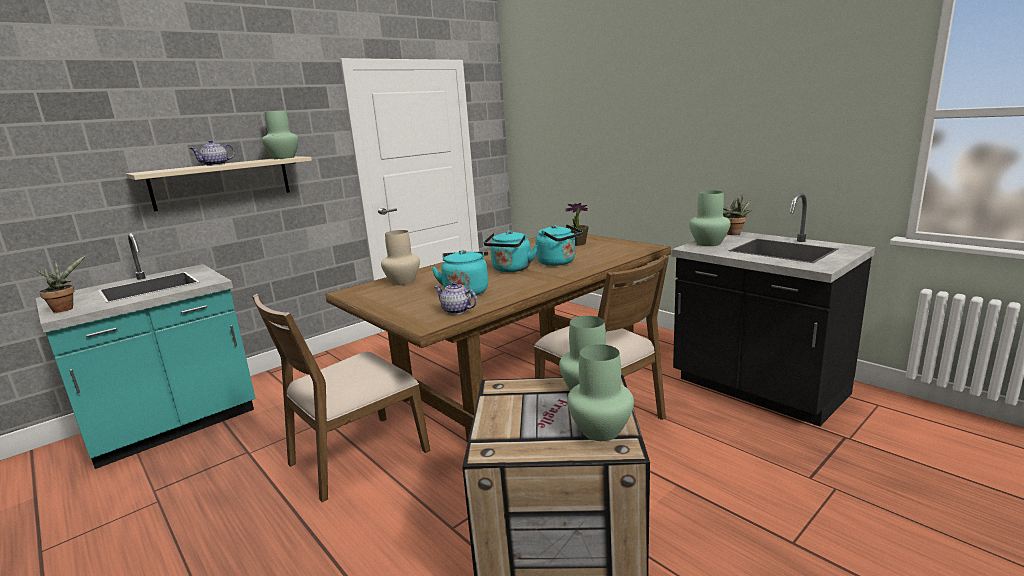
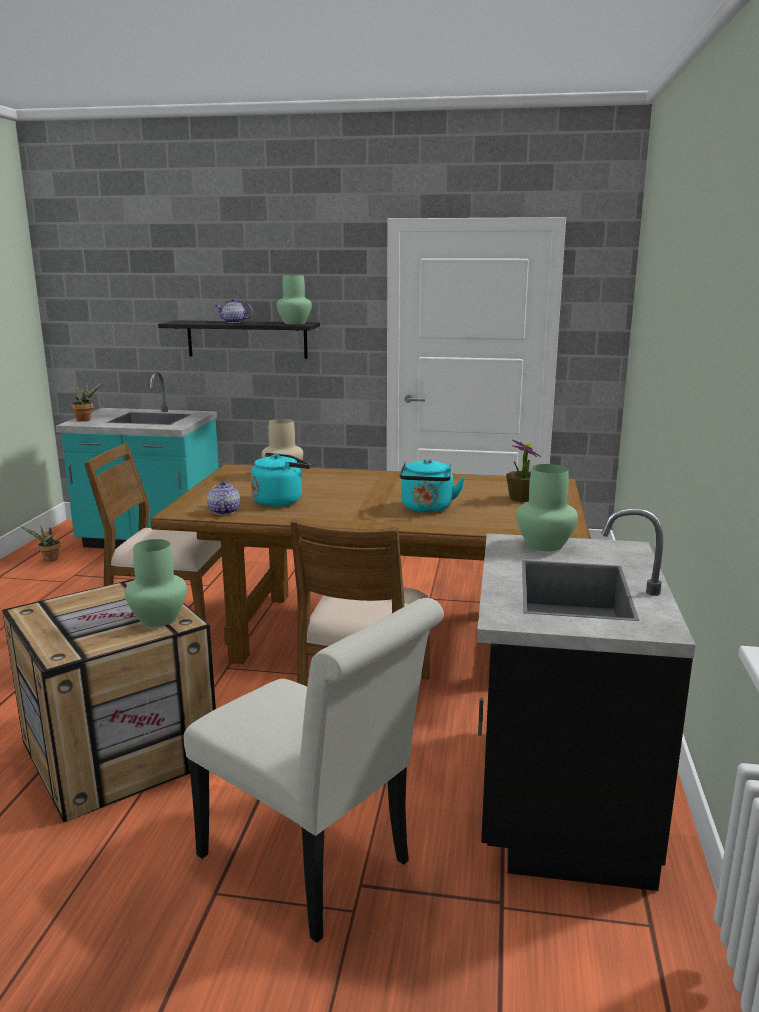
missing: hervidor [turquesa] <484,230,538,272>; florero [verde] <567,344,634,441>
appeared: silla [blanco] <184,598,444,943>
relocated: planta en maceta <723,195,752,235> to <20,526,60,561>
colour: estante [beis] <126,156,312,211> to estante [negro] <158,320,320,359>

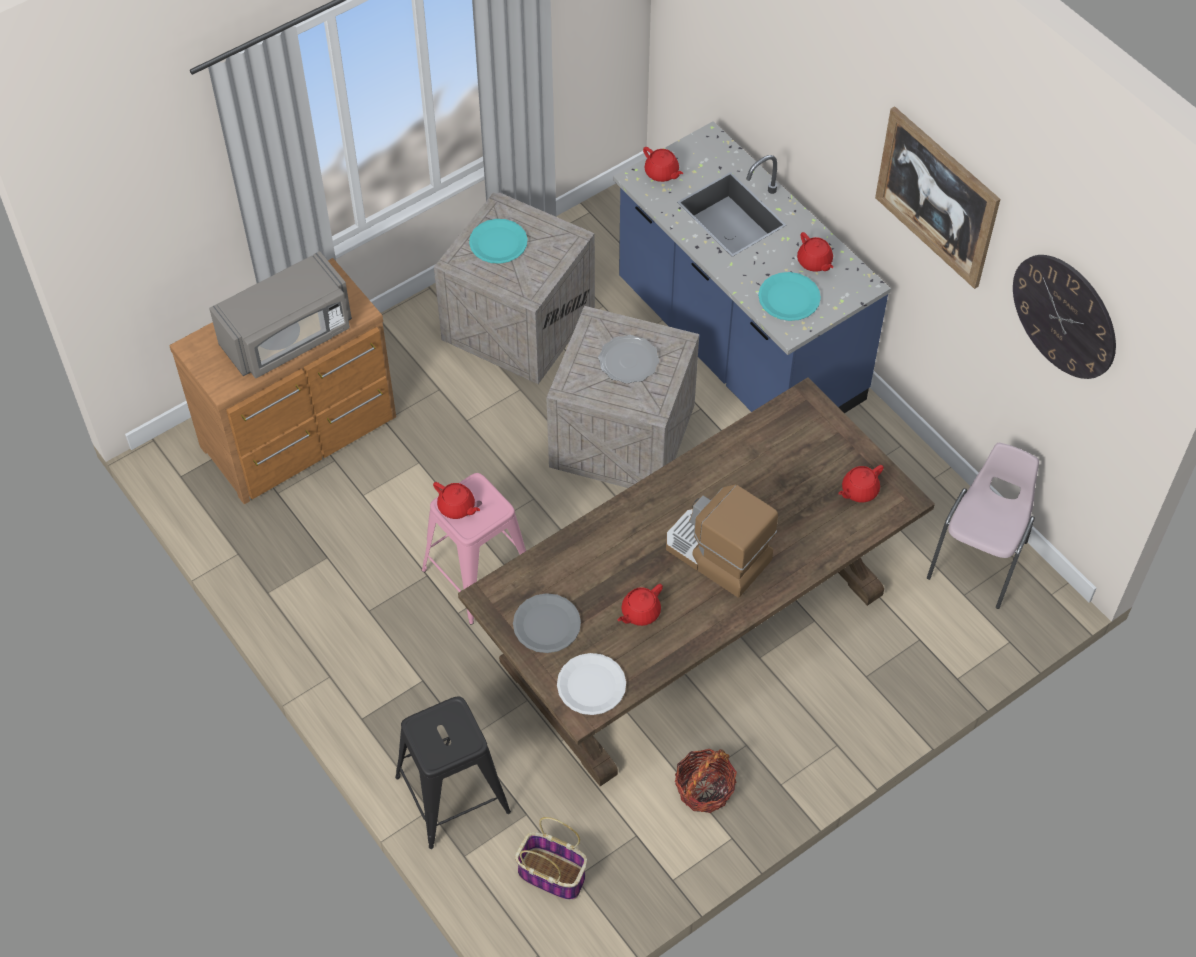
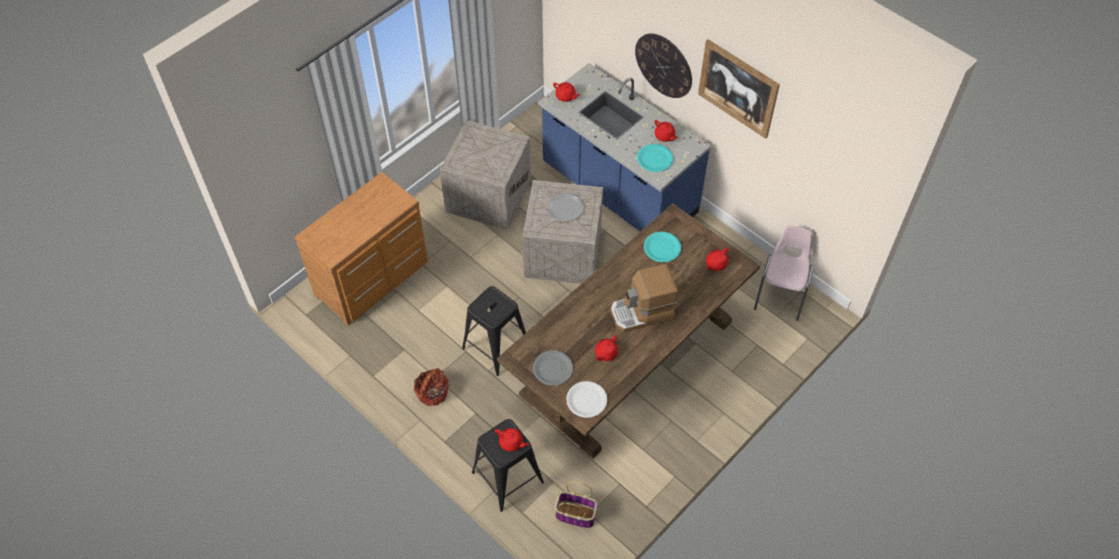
missing: microondas [gris] <209,251,352,378>
relocated: tetera [rojo] <433,482,480,519> to <495,428,529,452>; plato [turquesa] <469,219,528,264> to <644,232,681,262>; cesta <675,749,737,813> to <414,368,449,406>; reloj de pared <1013,255,1116,379> to <635,34,692,98>
colour: taburete [rosa] <422,473,526,625> to taburete [negro] <462,286,526,376>
spun: cafetera <666,484,778,597> = <610,264,678,332> 45 degrees counterclockwise

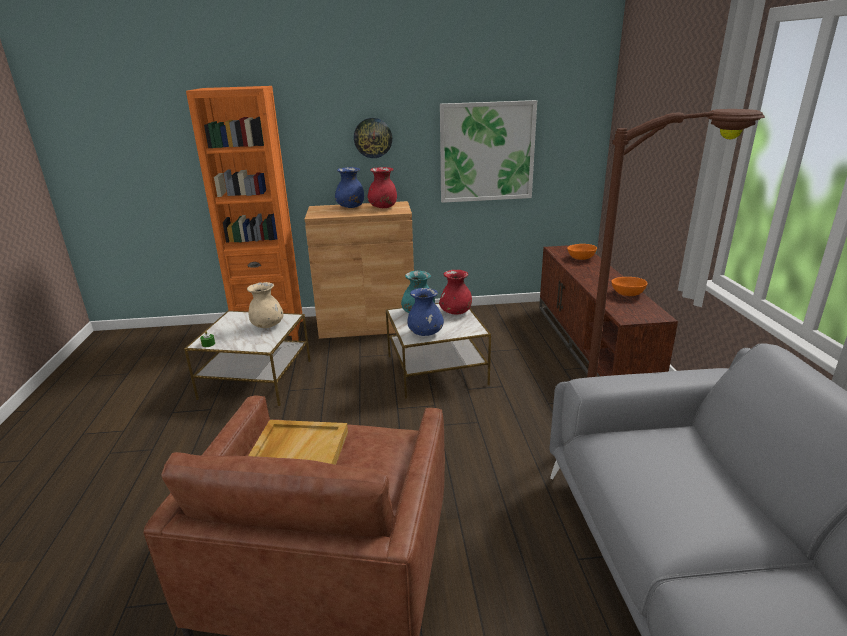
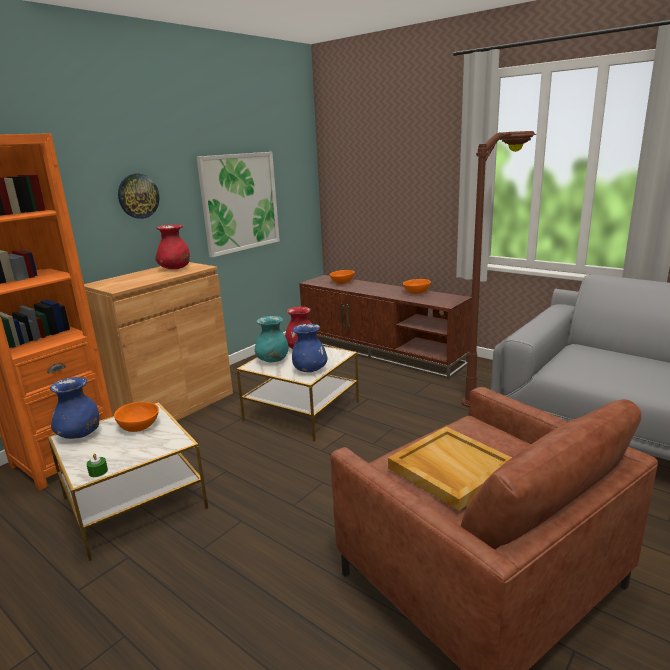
relocated: florero [azul] <335,167,364,208> to <50,377,99,439>
exchanged: florero [beis] <247,282,283,328> to cuenco [naranja] <114,402,159,432>

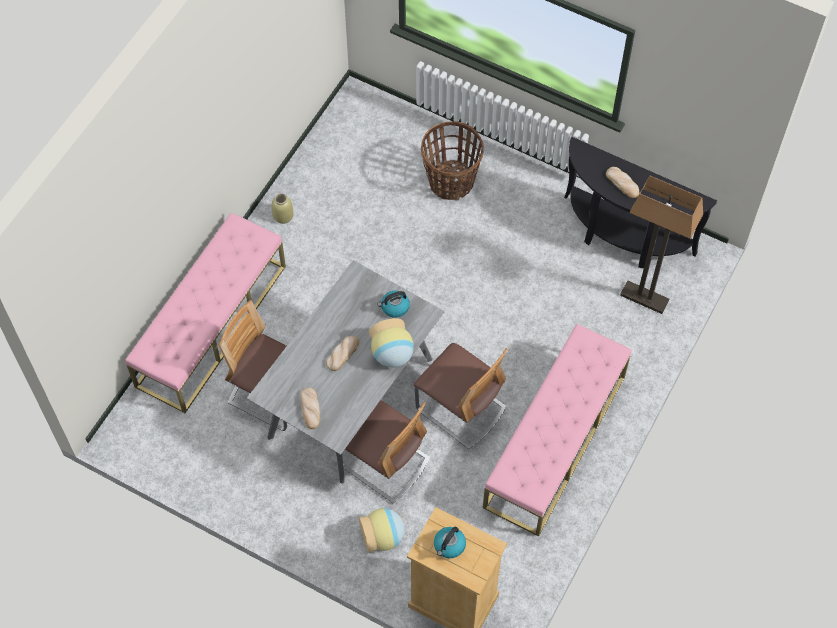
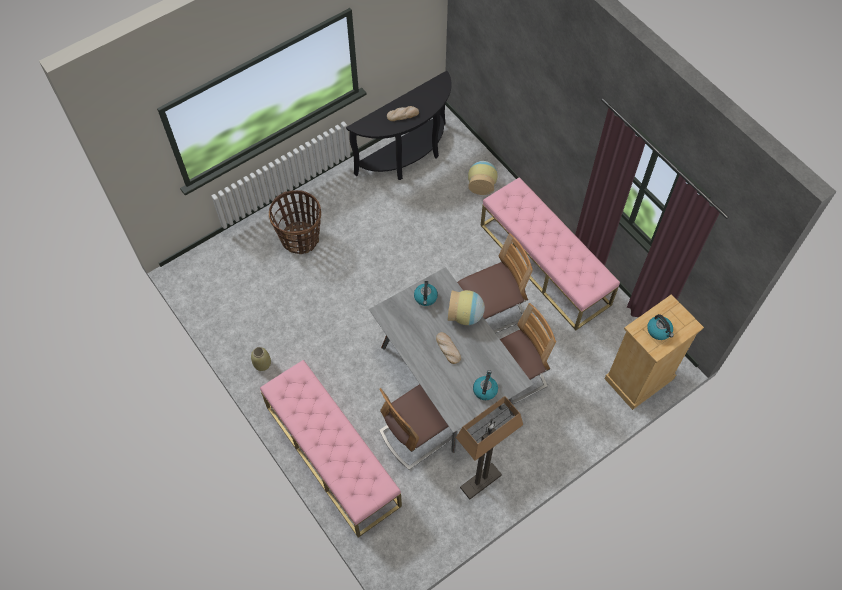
relocated: florero <359,508,405,553> to <468,161,498,195>; lámpara de pie <620,176,703,314> to <456,396,523,500>
exchanged: pan <300,387,320,429> to hervidor <473,370,498,400>

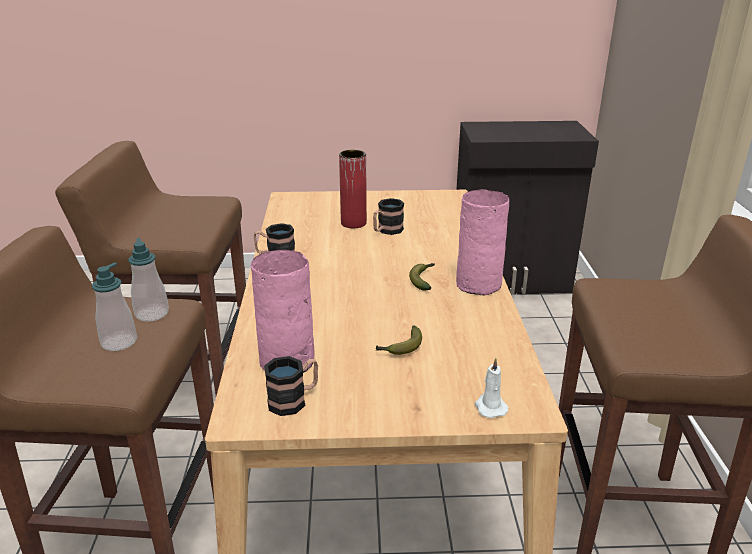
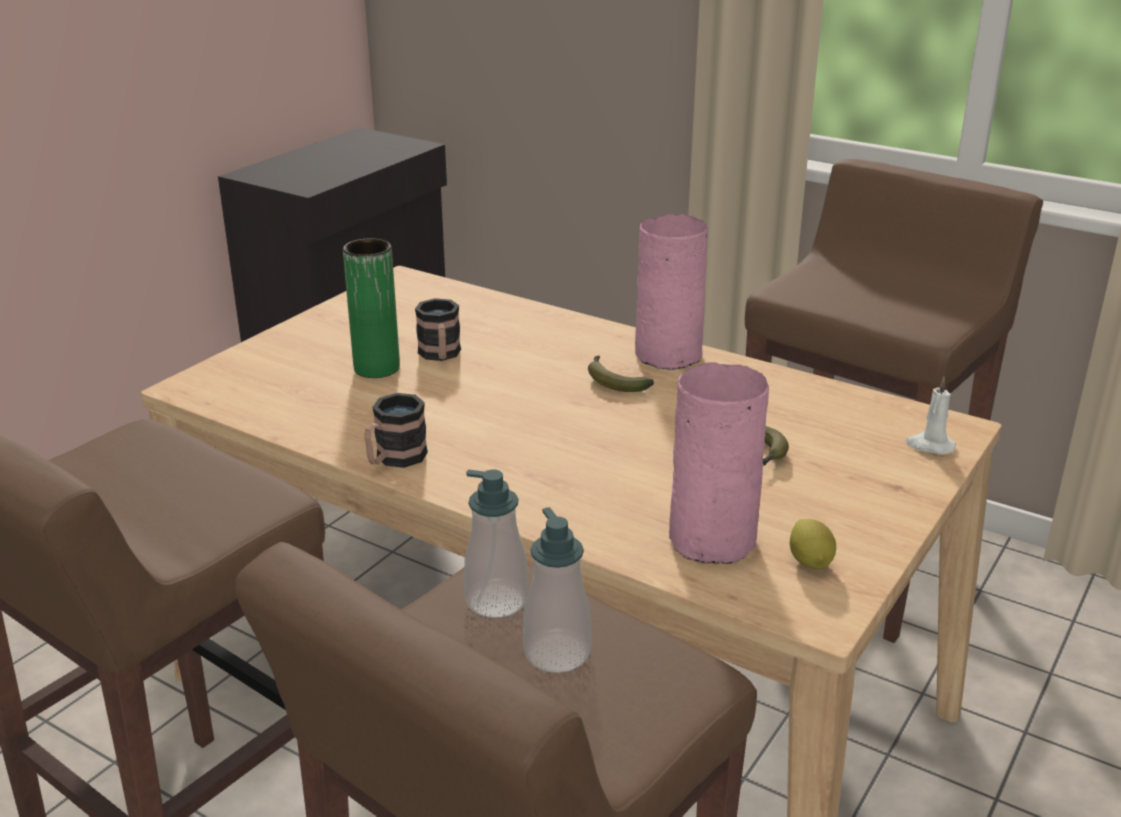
exchanged: taza grande <264,356,318,416> to limón <790,519,836,570>
colour: florero [rojo] <339,150,367,228> to florero [verde] <343,238,400,378>

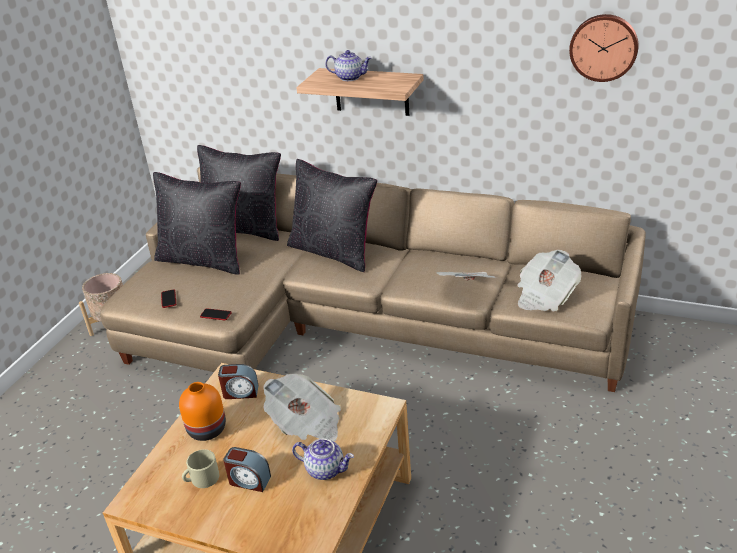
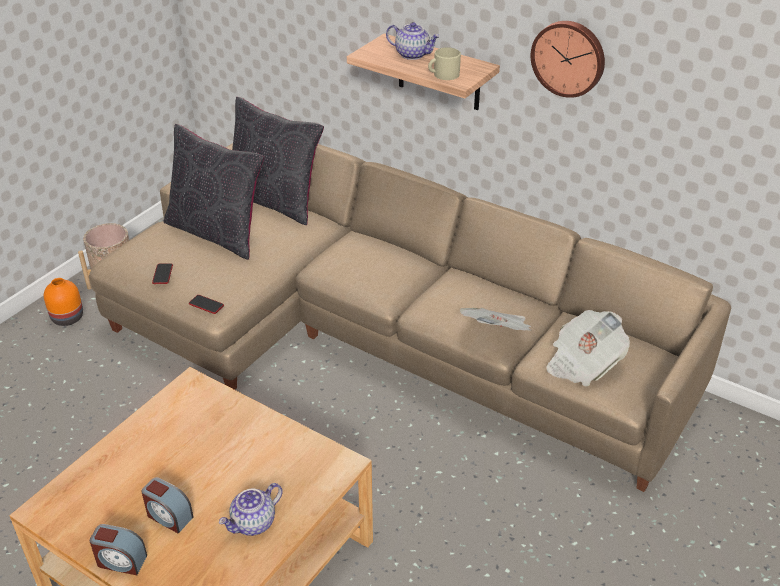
missing: periódico <263,374,341,442>; cojín [negro] <287,159,377,272>
relocated: florero [naranja] <179,382,226,441> to <44,278,83,326>; taza grande [beis] <182,449,219,488> to <428,47,461,80>; despertador <218,364,259,399> to <90,524,147,575>; reloj de pared <569,14,639,82> to <531,21,605,98>
spun: tetera <292,439,354,480> = <218,483,283,536> 105 degrees clockwise

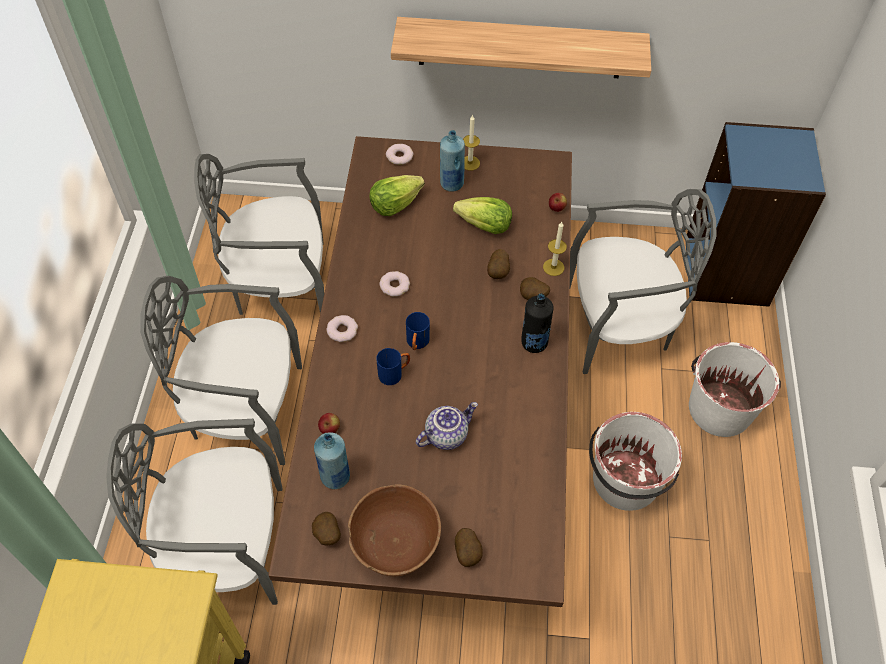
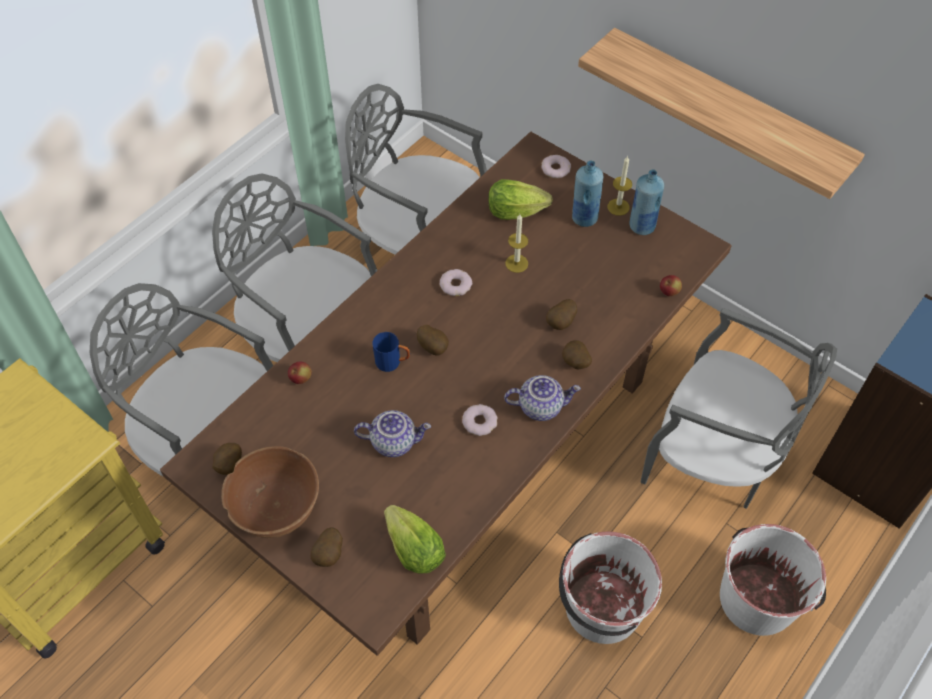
relocated: botella [azul] <314,432,350,489> to <629,169,664,235>; rosquilla <326,315,358,342> to <462,404,498,436>; lechuga <453,197,512,234> to <384,505,446,574>; vela <543,222,567,276> to <505,214,528,273>
exchanged: taza grande [azul] <406,312,430,350> to patata <417,325,449,356>; botella [negro] <521,293,554,353> to tetera <504,375,581,421>

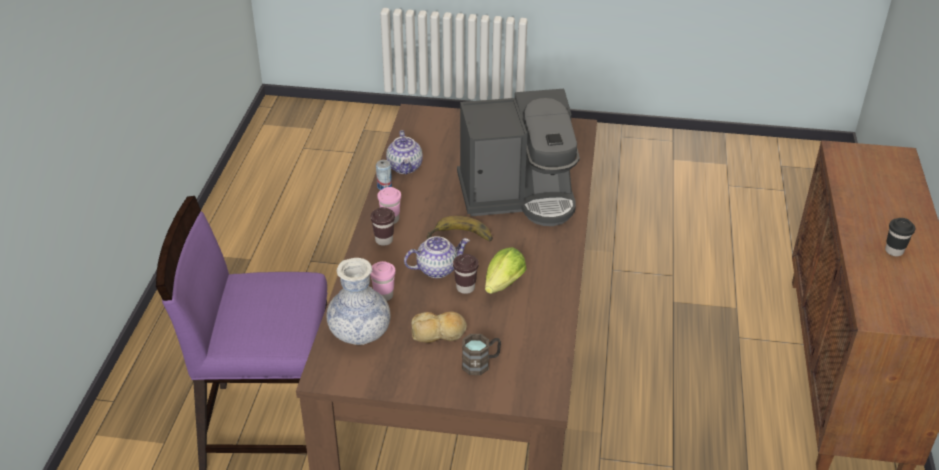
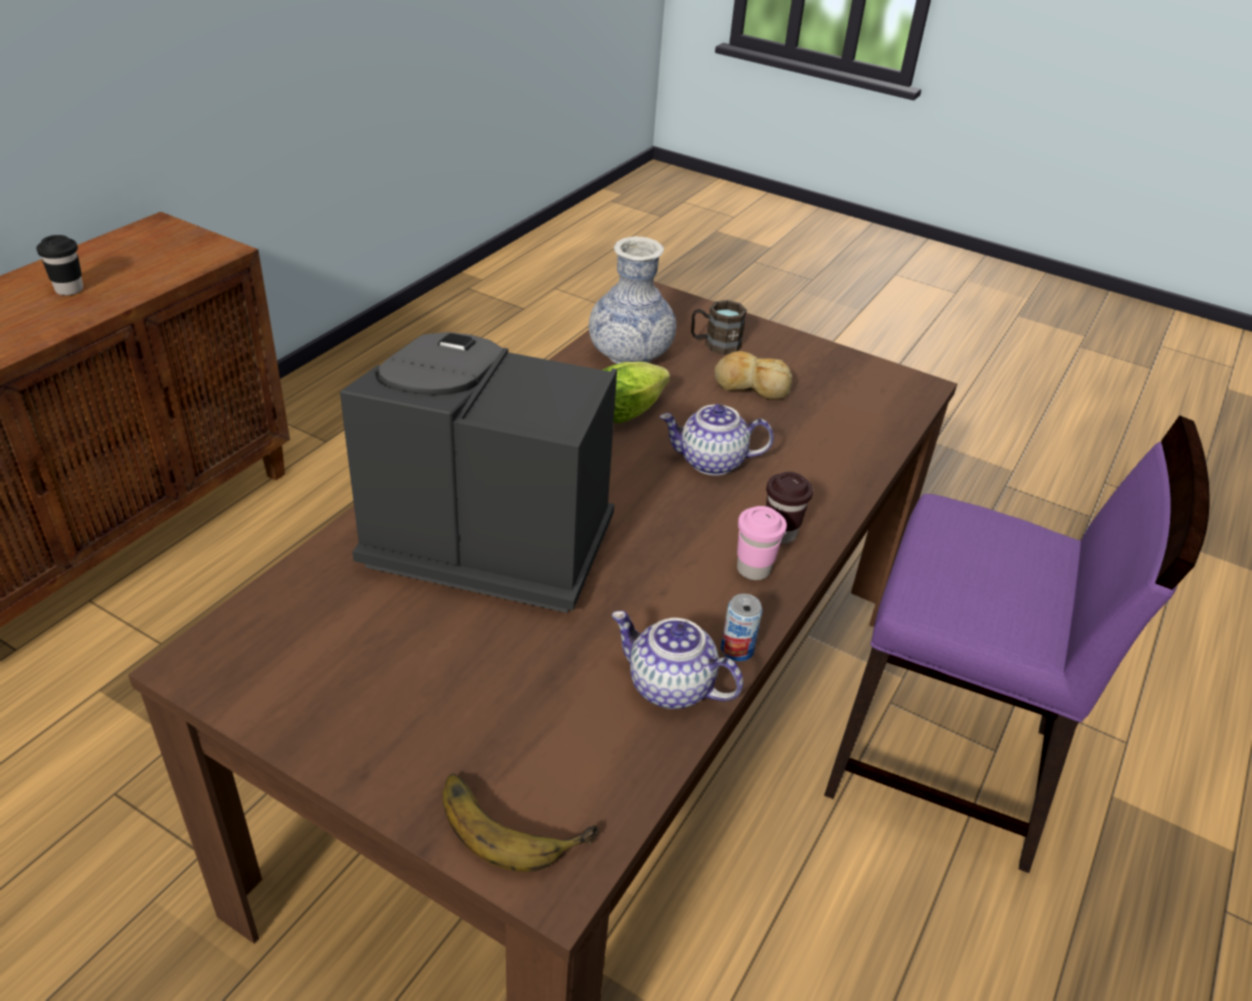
missing: taza [rosa] <370,261,396,301>; taza [marrón] <453,254,479,294>
relocated: florero <326,258,390,345> to <589,236,676,364>; plátano <427,216,493,242> to <443,774,599,872>
spun: tetera <386,130,423,175> = <612,611,743,709> 75 degrees counterclockwise

